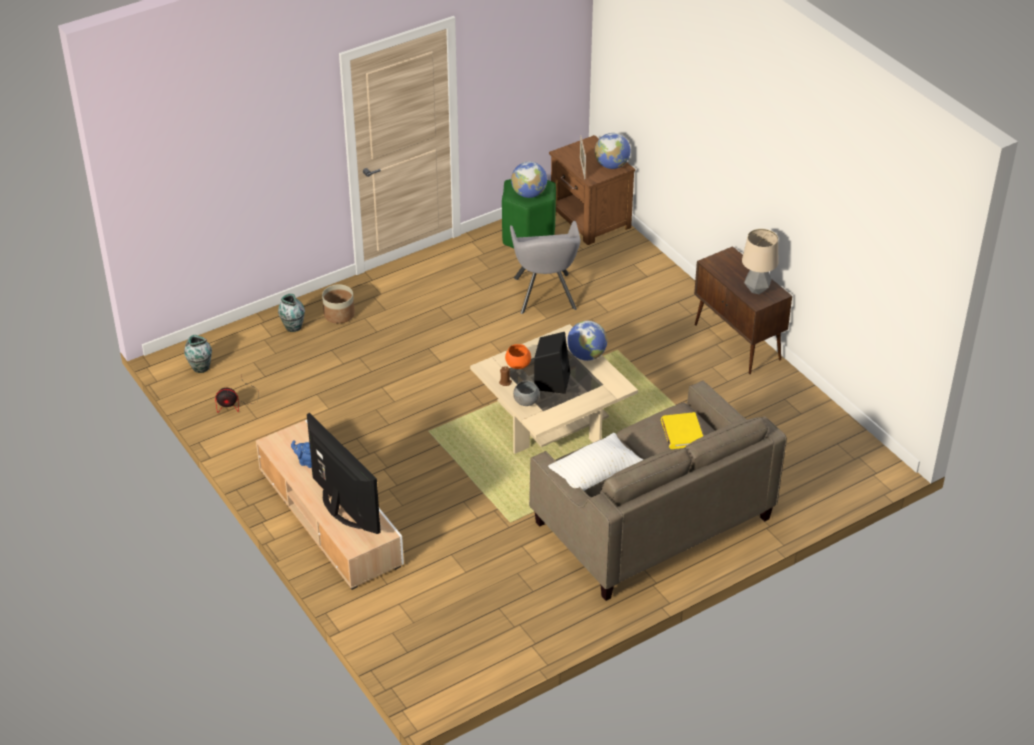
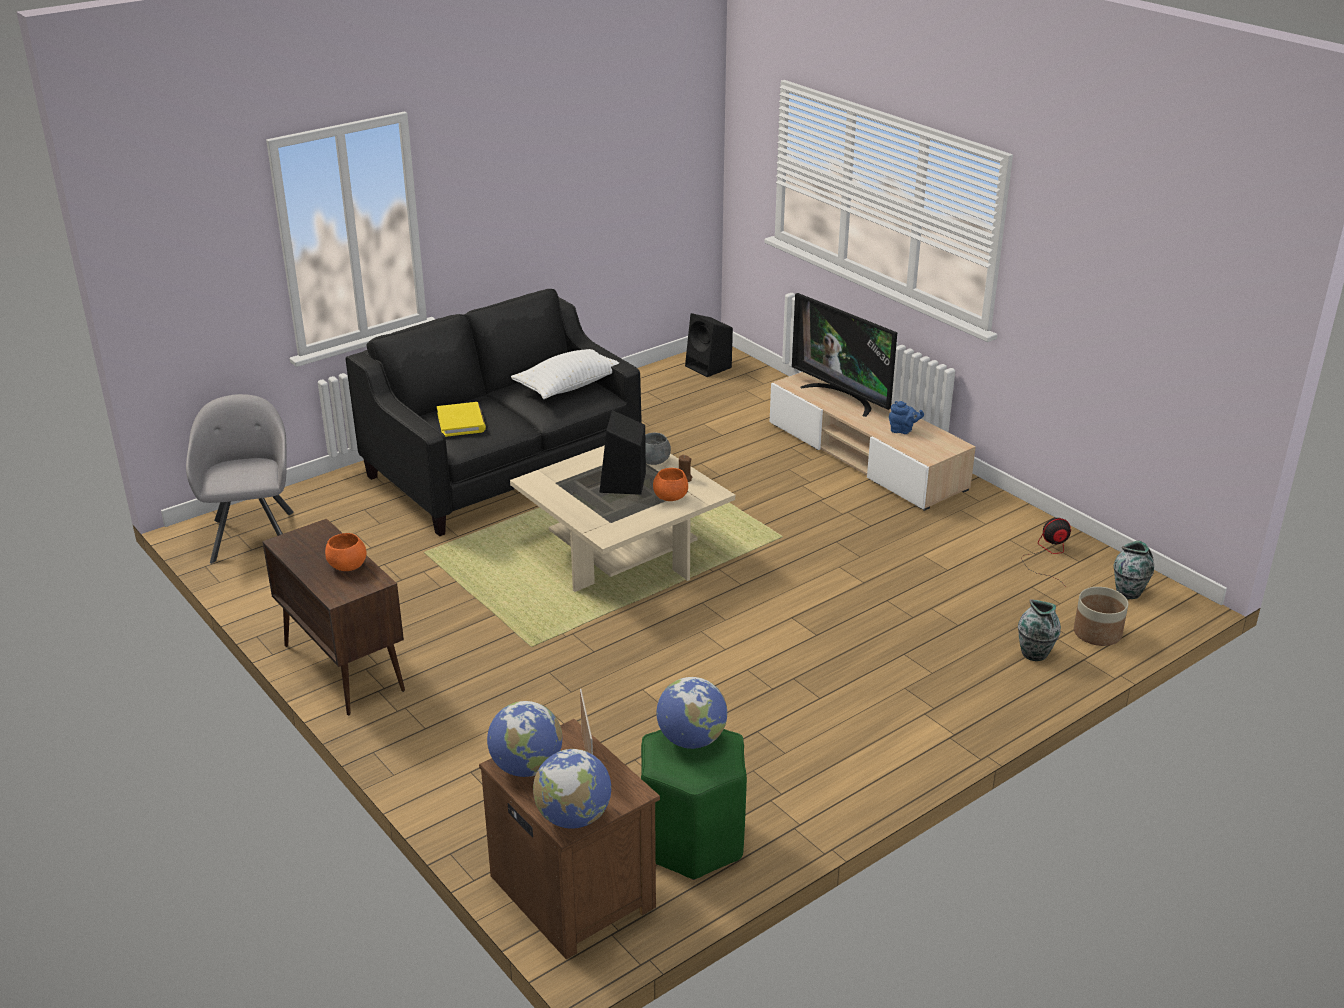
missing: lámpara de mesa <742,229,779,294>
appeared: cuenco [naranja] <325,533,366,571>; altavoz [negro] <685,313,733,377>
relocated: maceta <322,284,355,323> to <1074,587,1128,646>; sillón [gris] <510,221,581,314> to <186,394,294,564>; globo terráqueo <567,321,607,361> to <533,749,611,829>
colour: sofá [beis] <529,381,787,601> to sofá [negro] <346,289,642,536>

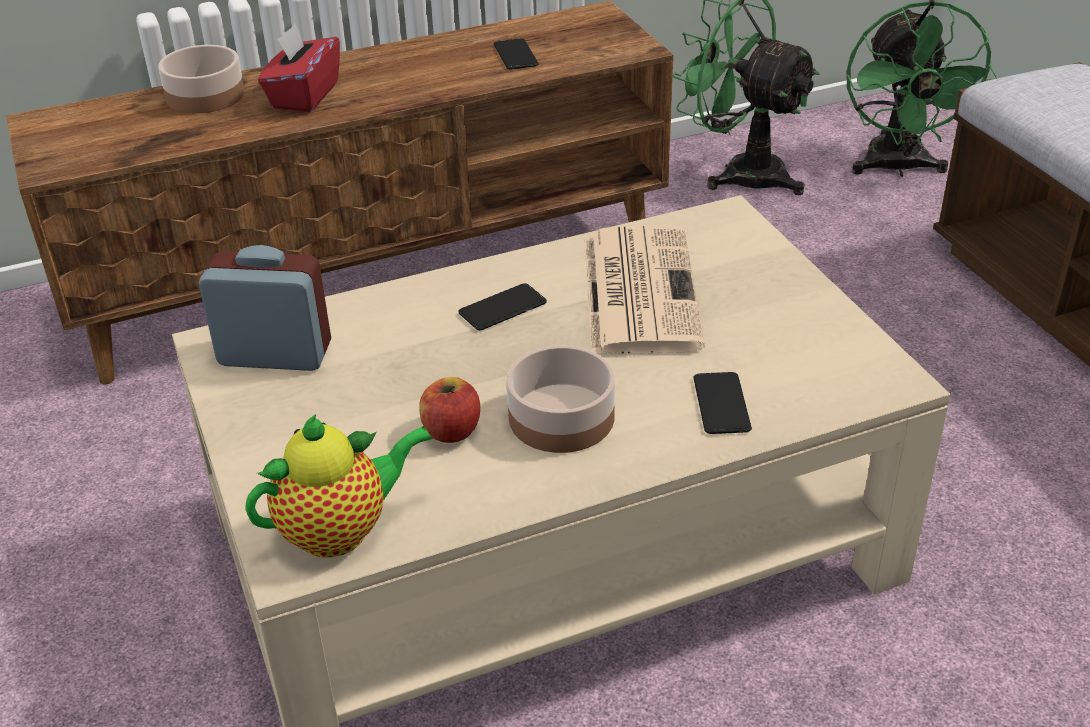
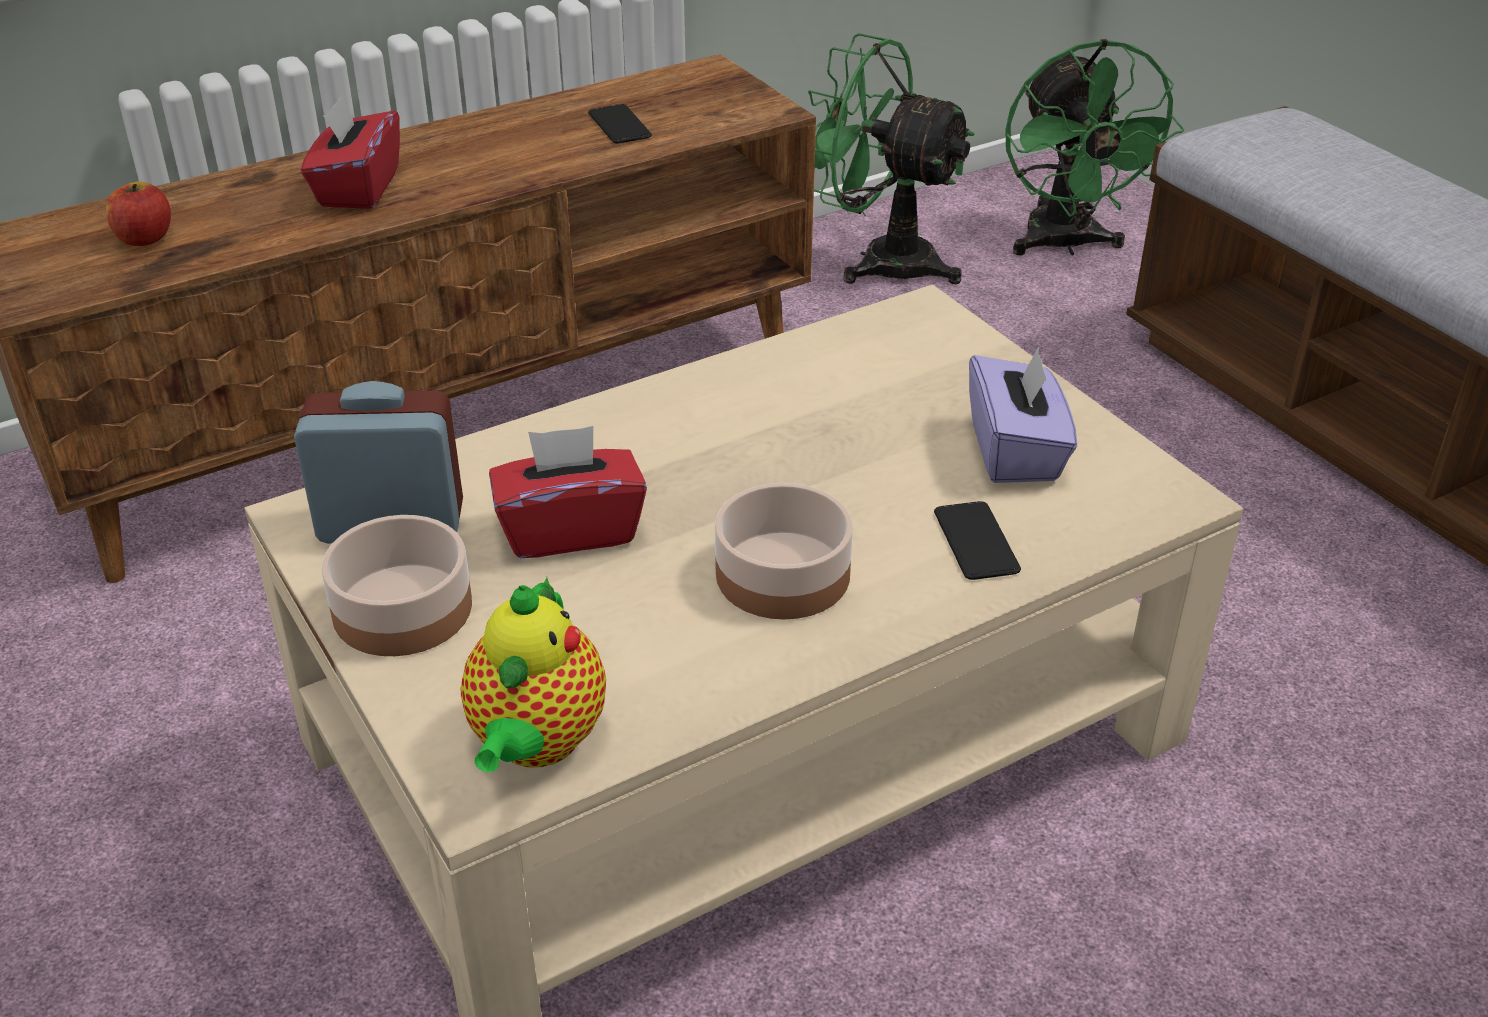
missing: móvil <458,283,547,330>; periódico <585,226,704,354>
appeared: caja de pañuelos [rojo] <489,426,647,558>; caja de pañuelos [morado] <969,346,1077,483>
relocated: cuenco <158,45,244,113> to <321,515,472,656>; manzana <419,377,480,443> to <106,182,171,246>
spun: tetera <245,414,433,558> = <461,577,606,772> 135 degrees clockwise

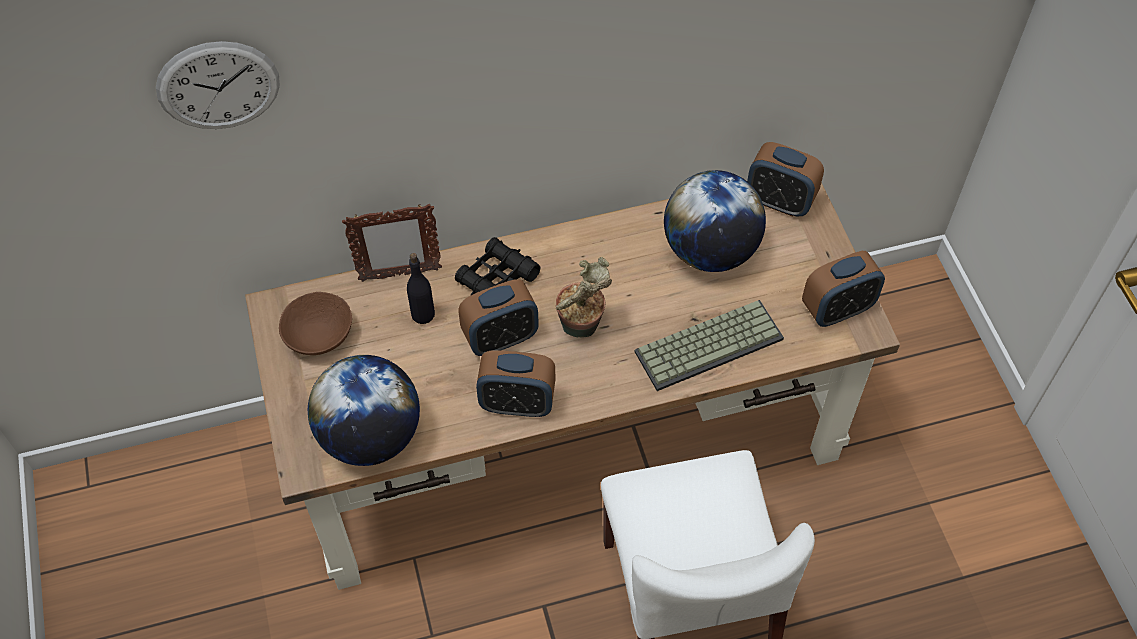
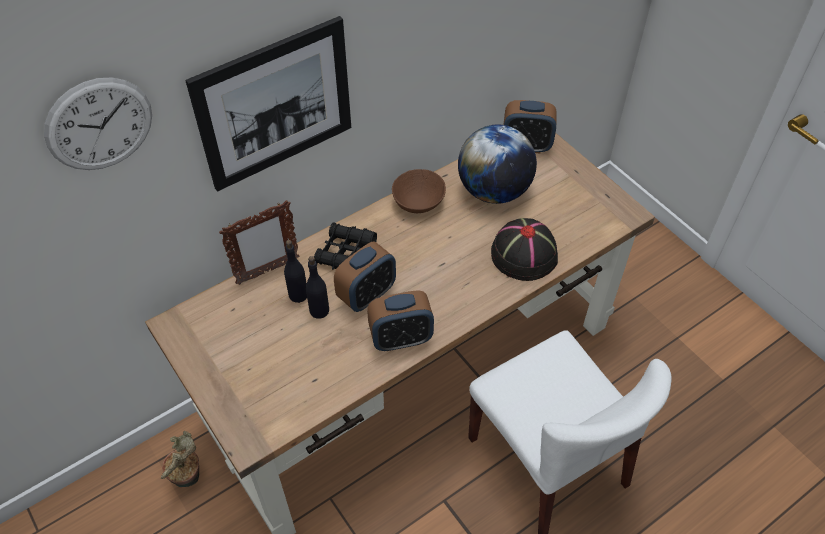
missing: globo terráqueo <308,355,420,466>; despertador <802,251,885,327>
appeared: cuadro <185,16,351,192>; botella [negro] <306,256,329,319>
relocated: cuenco [marrón] <279,292,352,355> to <392,169,446,213>; planta en maceta <556,257,612,338> to <161,431,199,487>
exchanged: teclado <635,300,784,391> to sombrero [negro] <491,218,558,281>

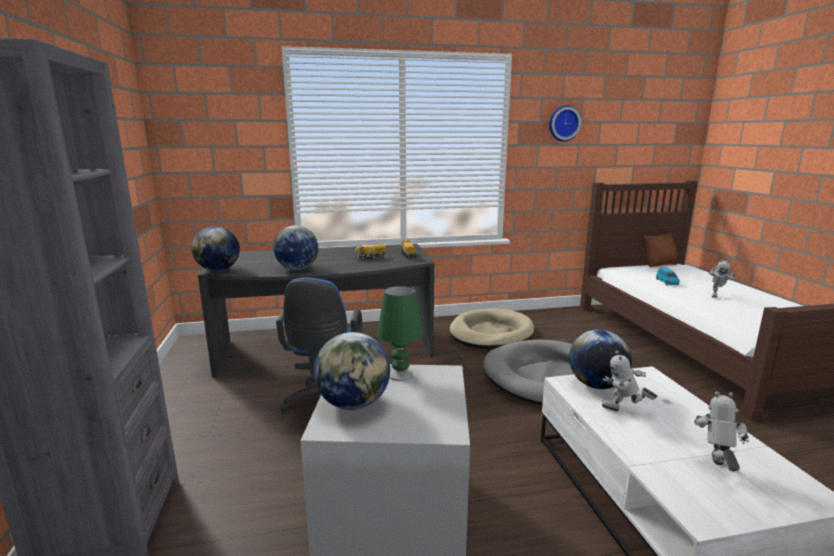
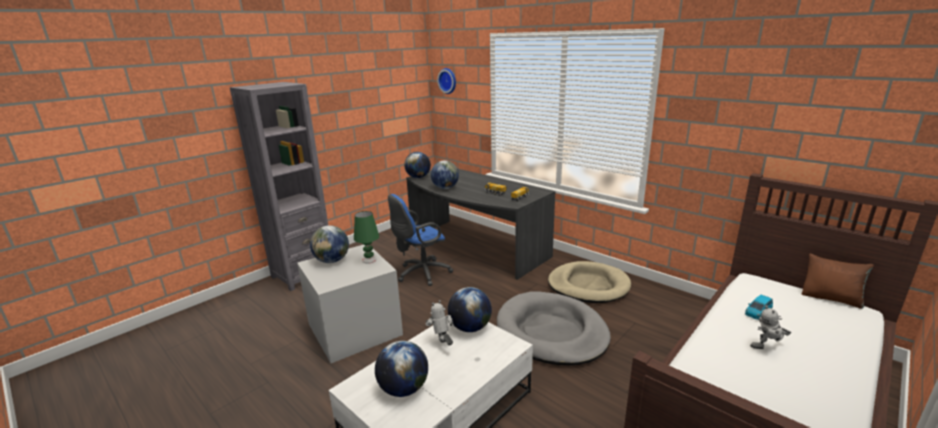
relocated: reloj de pared <549,105,581,142> to <437,68,456,94>
exchanged: robot de juguete <694,391,749,472> to globo terráqueo <375,341,428,397>

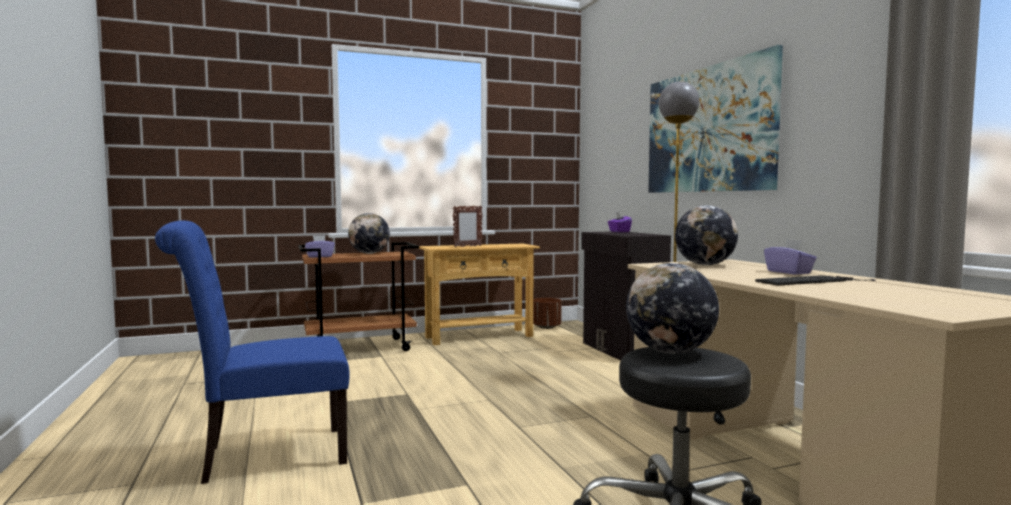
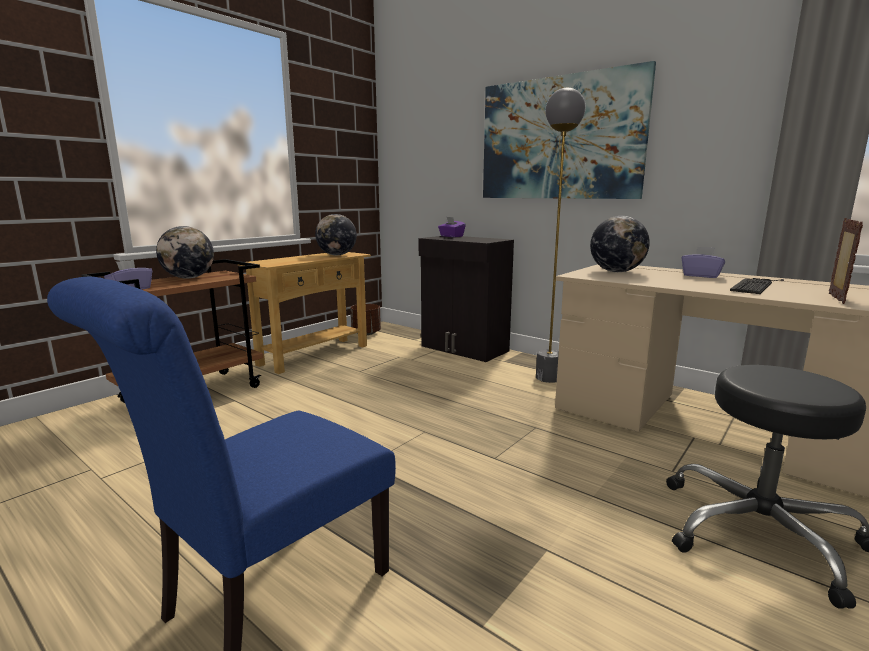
relocated: portarretratos <453,206,482,247> to <829,218,863,304>; globo terráqueo <626,263,719,353> to <315,214,357,255>

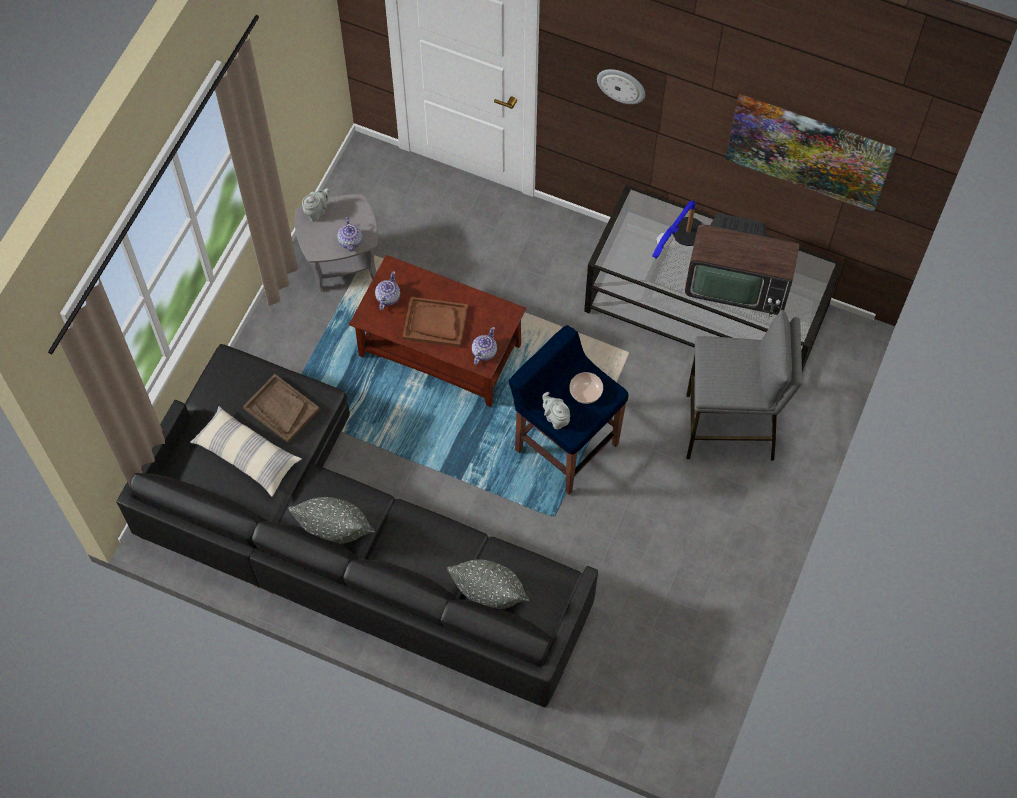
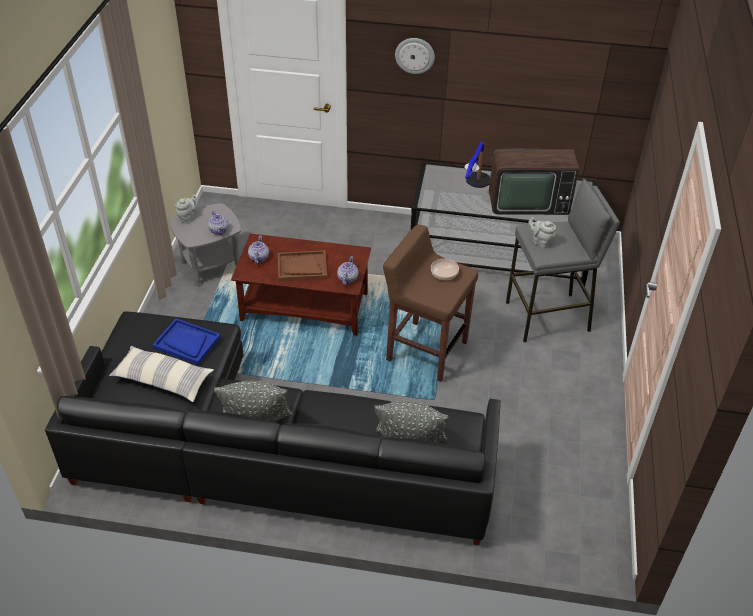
missing: cuadro <726,94,896,212>
relocated: tetera [gris] <542,392,570,429> to <528,217,556,248>
colour: bandeja [marrón] <243,374,320,443> to bandeja [azul] <152,318,221,365>; taburete [azul] <509,325,628,495> to taburete [marrón] <383,225,478,382>

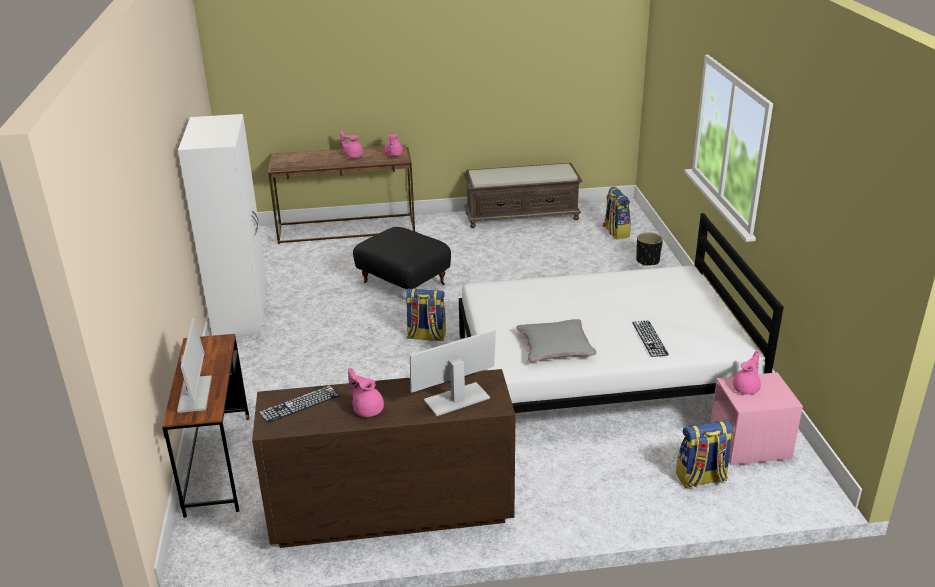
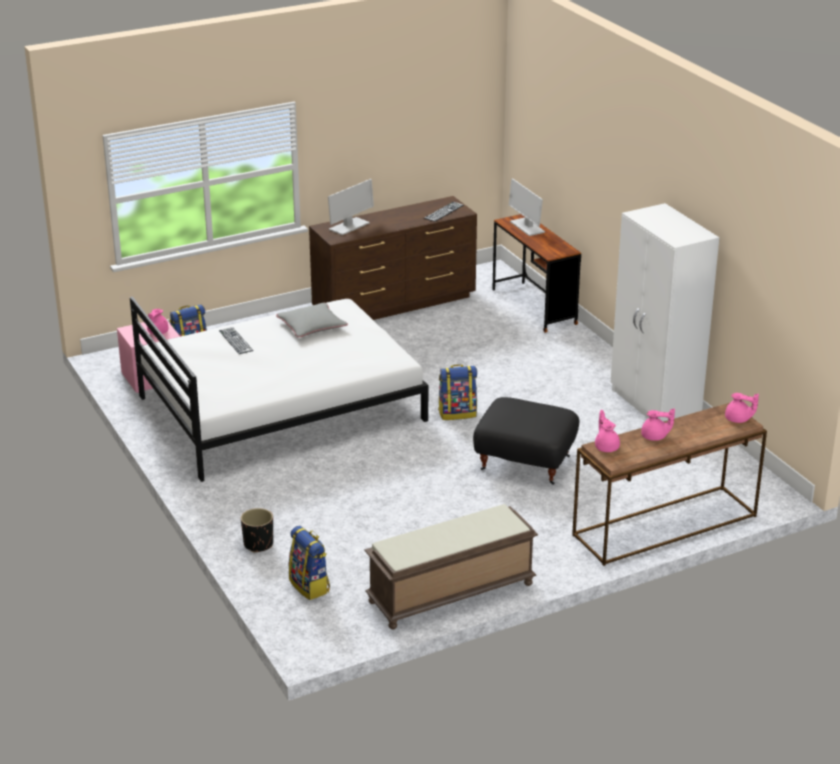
relocated: tetera [rosa] <348,368,384,417> to <725,393,759,423>

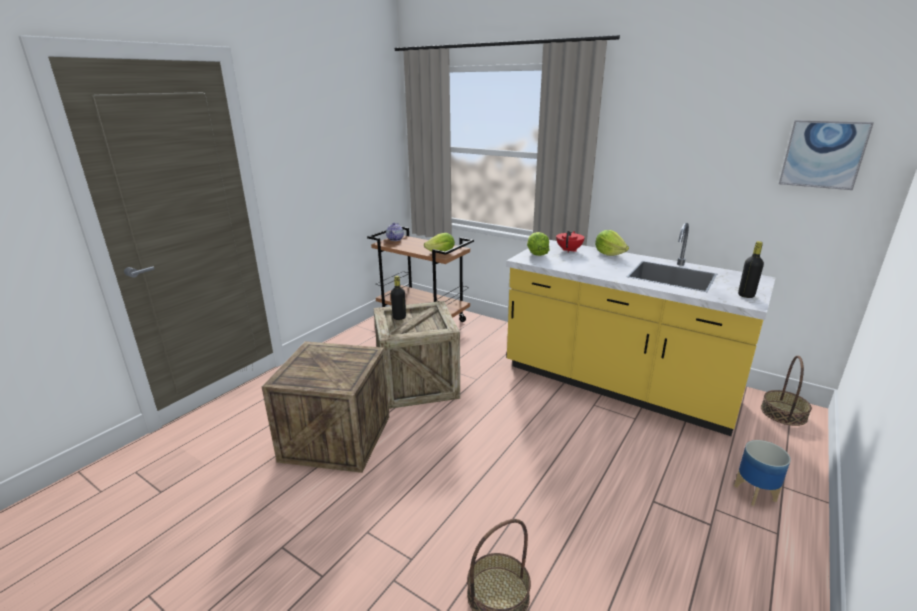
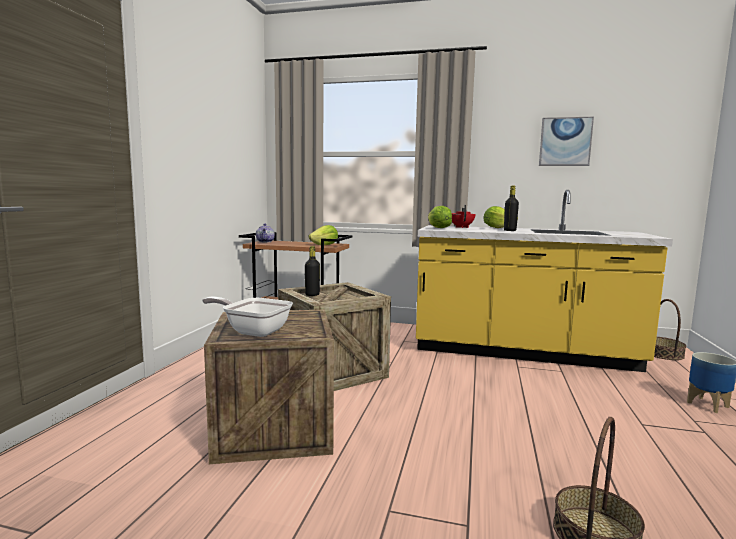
appeared: sartén <202,296,293,337>
relocated: botella [negro] <738,241,764,298> to <504,186,519,231>; cuadro <779,120,874,190> to <539,117,594,166>

